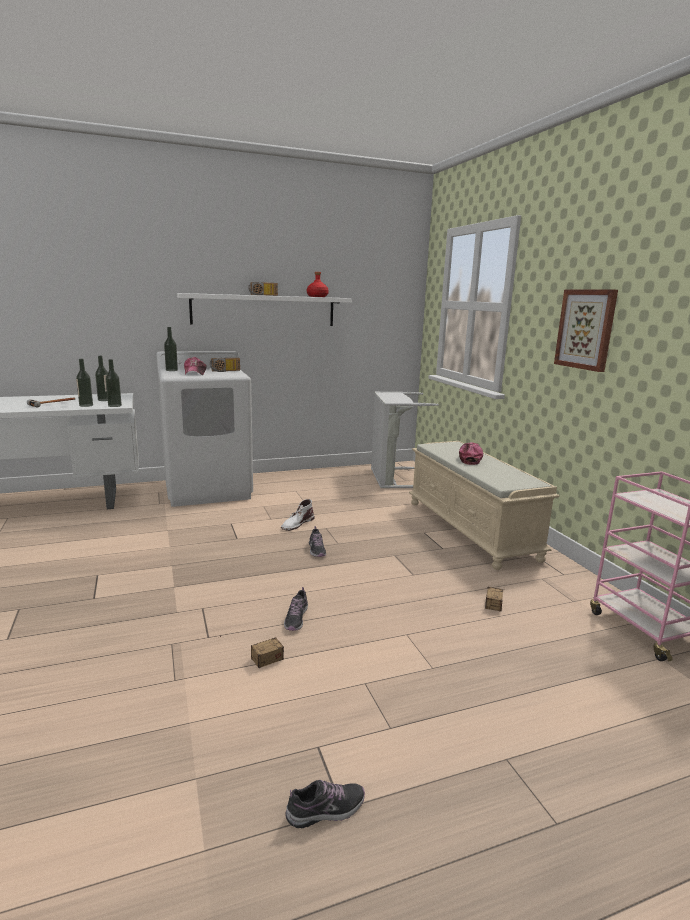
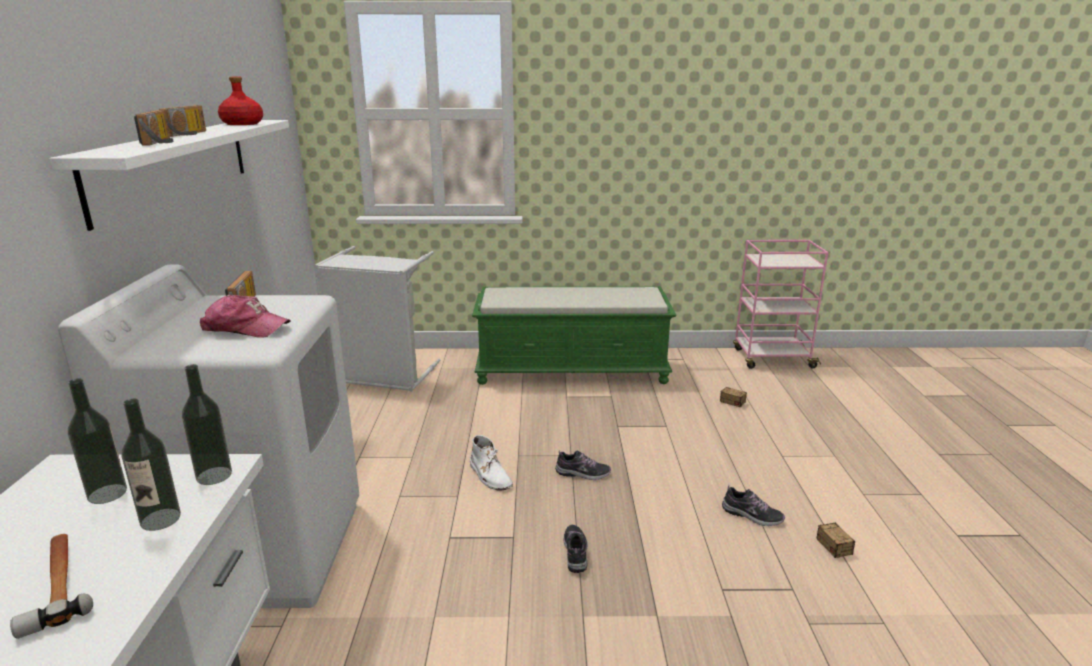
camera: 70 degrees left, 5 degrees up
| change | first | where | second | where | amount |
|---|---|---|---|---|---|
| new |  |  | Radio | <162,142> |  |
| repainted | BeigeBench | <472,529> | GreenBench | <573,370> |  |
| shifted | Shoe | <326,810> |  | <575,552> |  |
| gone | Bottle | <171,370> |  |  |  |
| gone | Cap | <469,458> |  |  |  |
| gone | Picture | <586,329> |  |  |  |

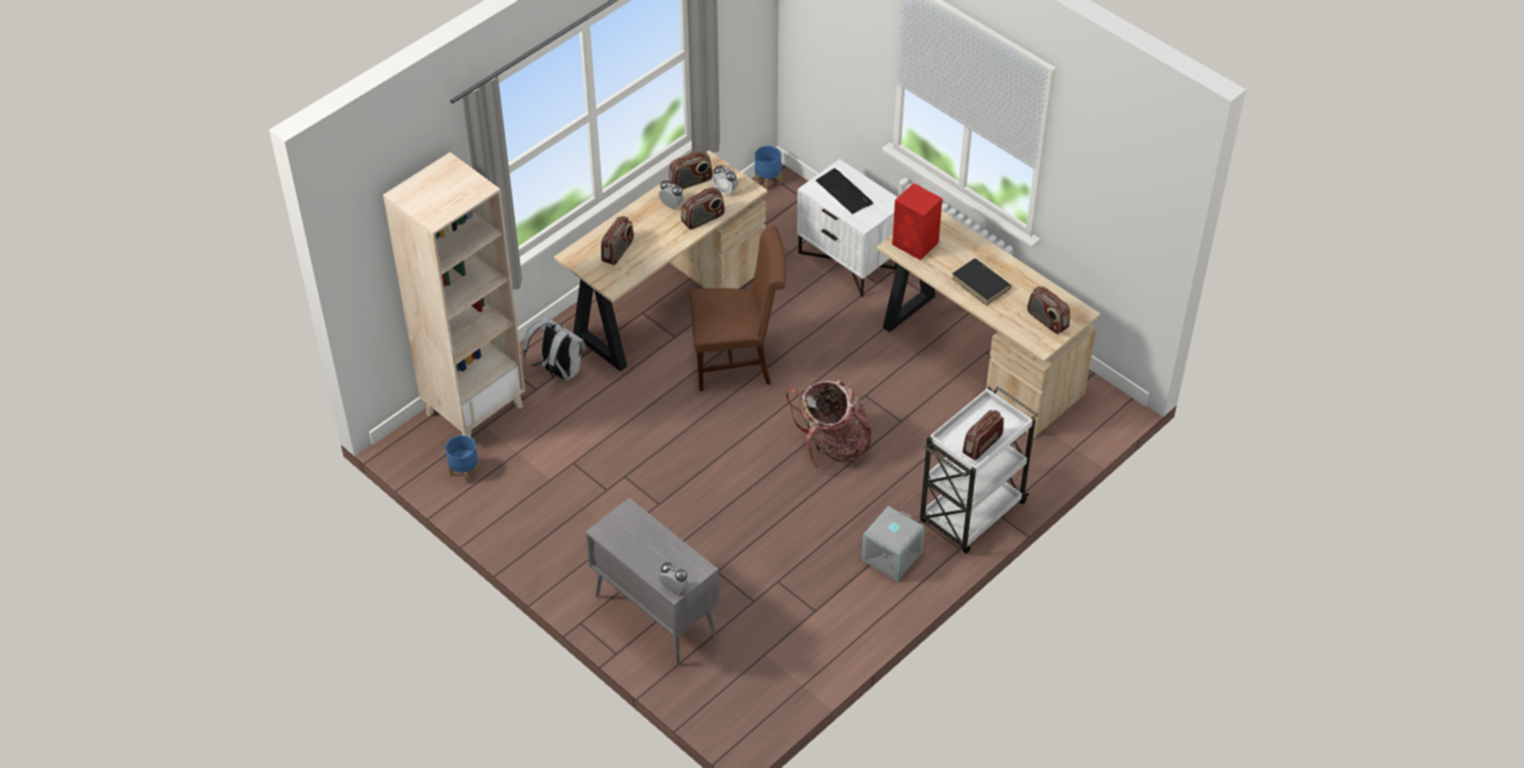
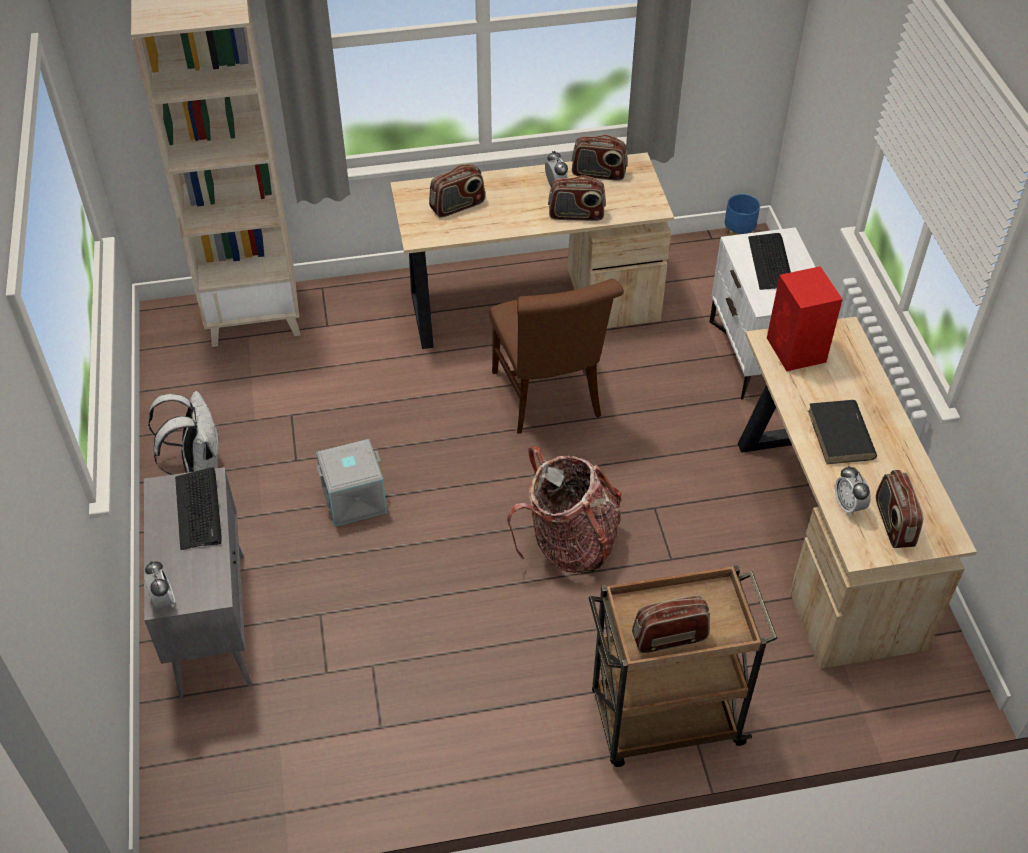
camera: 35 degrees right, 0 degrees up
| change | first | where | second | where | amount |
|---|---|---|---|---|---|
| shifted | WhiteBackpack | <558,371> |  | <198,466> |  |
| new |  |  | Keyboard | <199,509> |  |
| shifted | GreyStorageBox | <892,557> |  | <354,500> |  |
| rotated | BrownChair | <738,360> |  | <549,398> | 45 degrees clockwise |
| repainted | WhiteCart | <971,514> | BrownCart | <663,719> |  |
| shifted | AlarmClock | <725,190> |  | <848,505> |  |
| gone | BluePlanter | <464,472> |  |  |  |

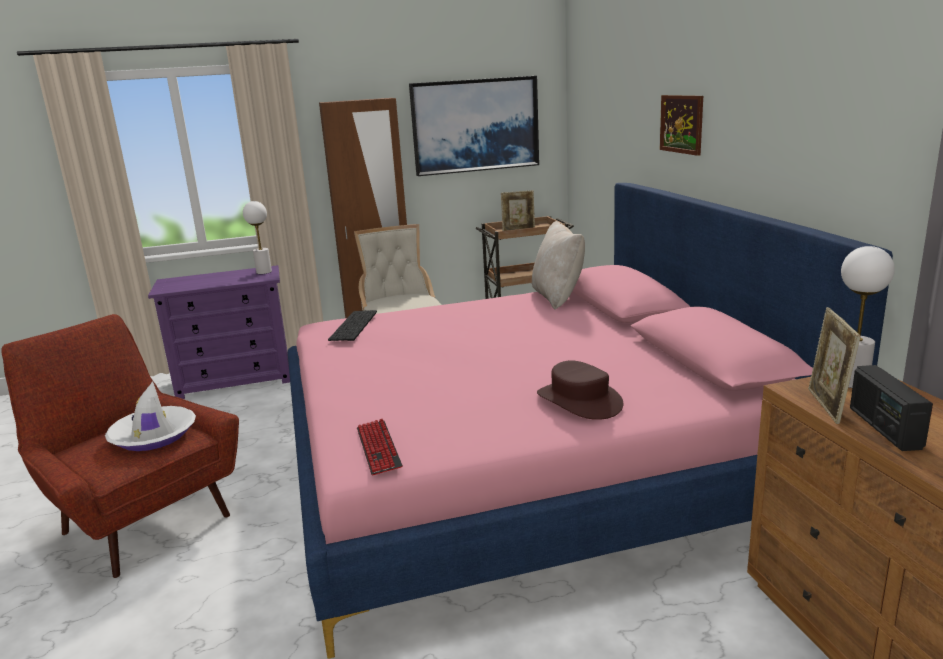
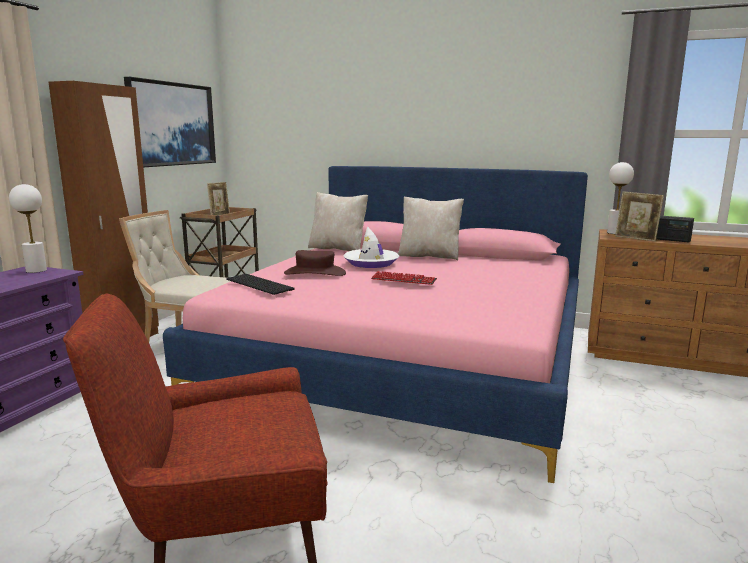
camera: 55 degrees left, 5 degrees down
| change | first | where | second | where | amount |
|---|---|---|---|---|---|
| shifted | BrownHat | <579,400> |  | <315,273> |  |
| shifted | WhiteHat | <153,436> |  | <371,263> |  |
| shifted | Keyboard | <378,448> |  | <403,280> |  |
| new |  |  | BeigePillow | <429,256> |  |
| gone | Picture | <681,124> |  |  |  |

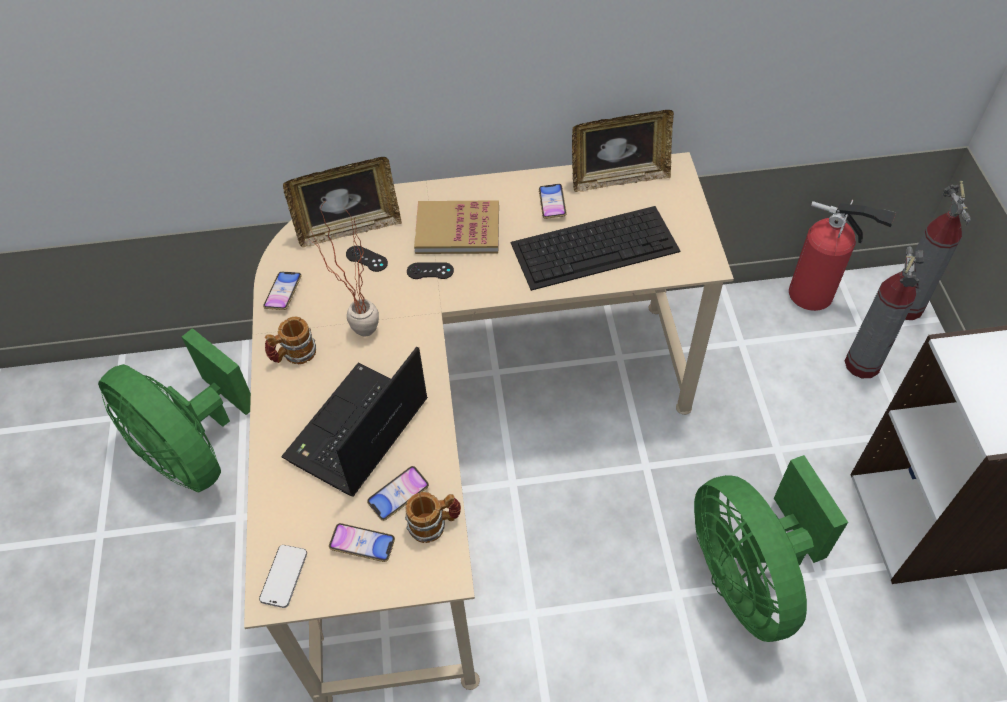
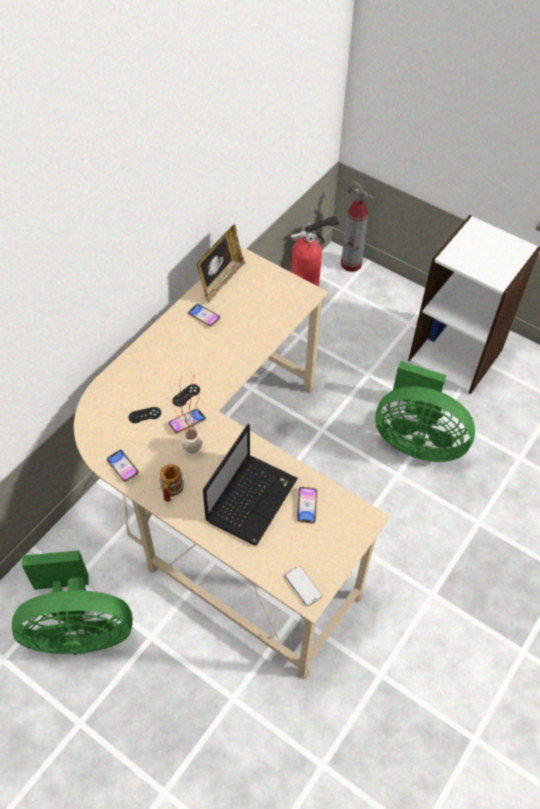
camera: 50 degrees left, 0 degrees up
| change | first | where | second | where | amount |
|---|---|---|---|---|---|
| shifted | Phone | <362,544> |  | <187,422> |  |
| rotated | Laptop | <356,433> |  | <252,498> | 135 degrees counterclockwise |
| gone | PictureFrame | <349,228> |  |  |  |
| gone | Mug | <434,524> |  |  |  |
| gone | Book | <457,230> |  |  |  |
| gone | Keyboard | <596,246> |  |  |  |
| gone | FireExtinguisher | <862,364> |  |  |  |

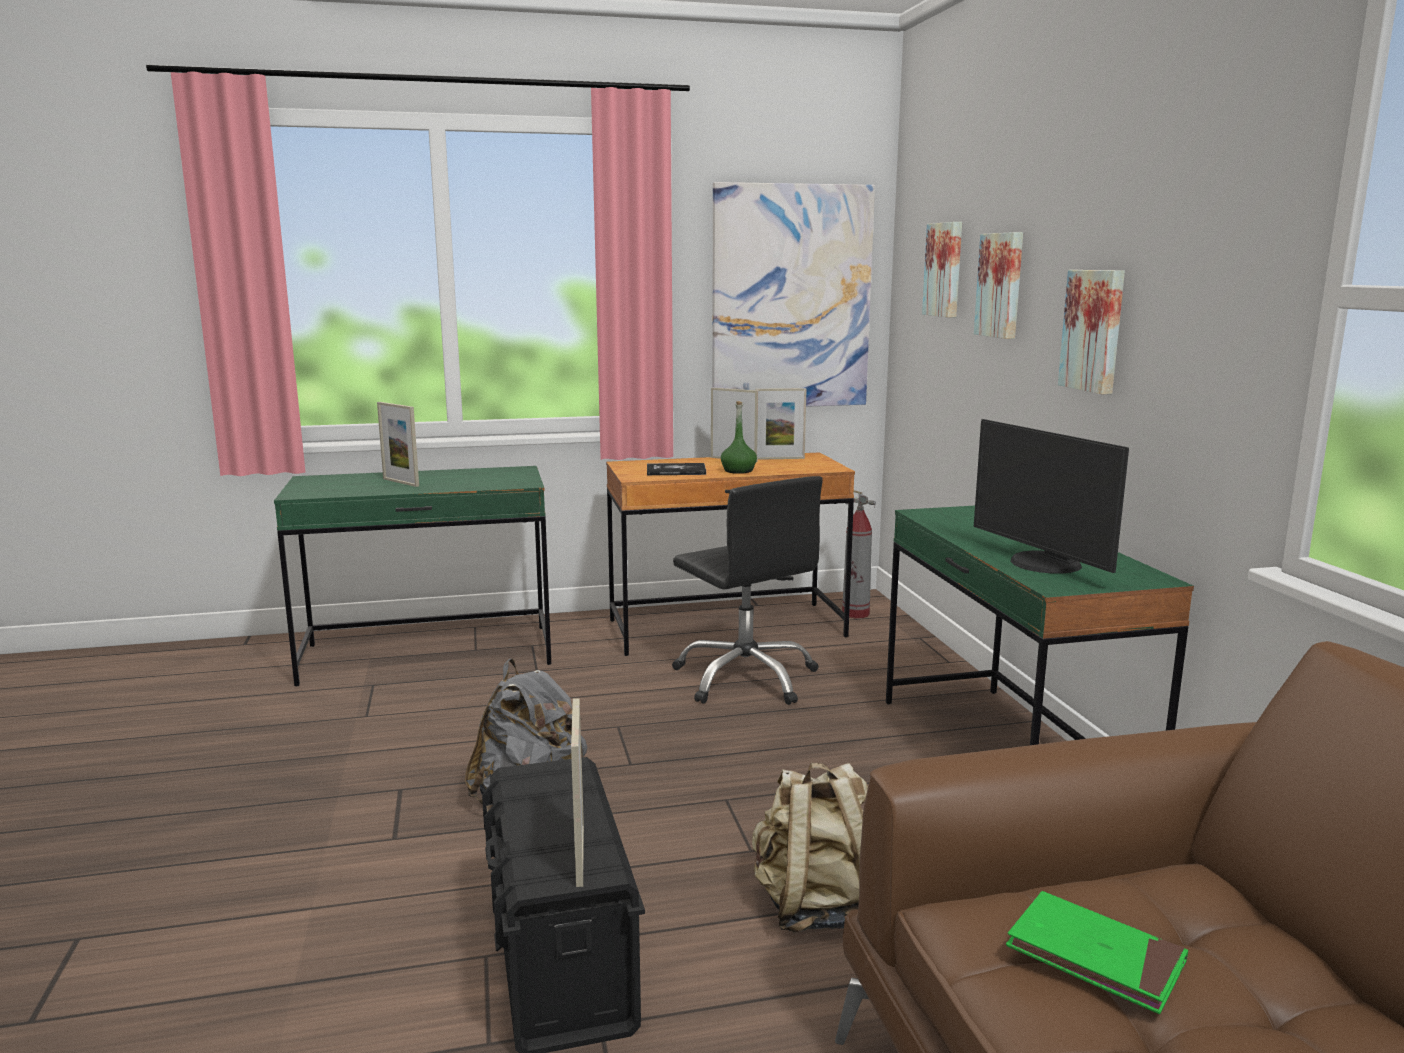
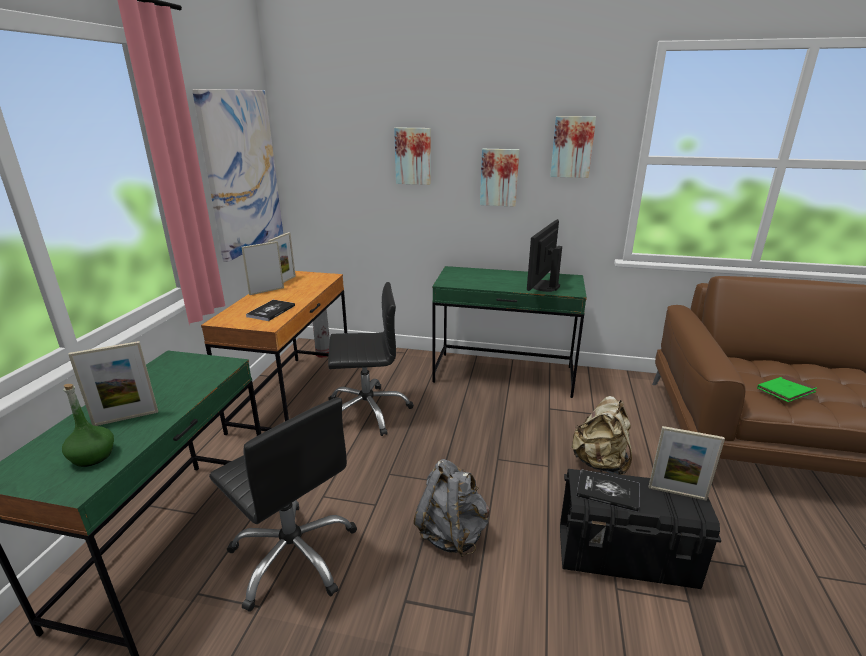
camera: 65 degrees left, 10 degrees up
| change | first | where | second | where | amount |
|---|---|---|---|---|---|
| shifted | GreenBottle | <738,471> |  | <93,456> |  |
| new |  |  | BlackOfficeChair | <294,555> |  |
| rotated | Monitor | <1042,564> |  | <543,286> | 120 degrees clockwise |
| shifted | Picture | <945,269> |  | <572,147> |  |
| new |  |  | Book | <607,491> |  |

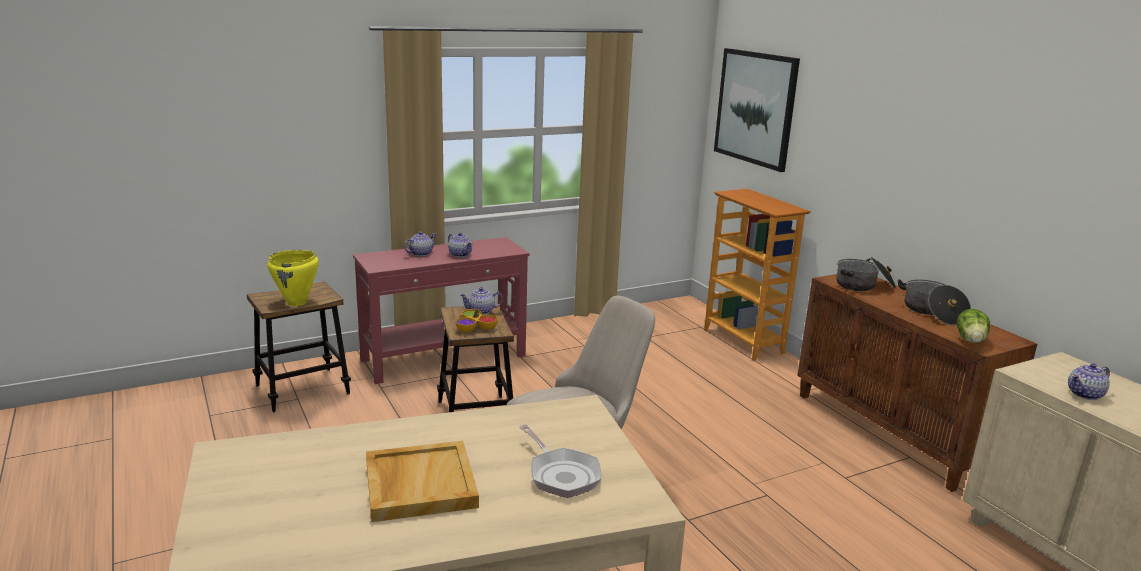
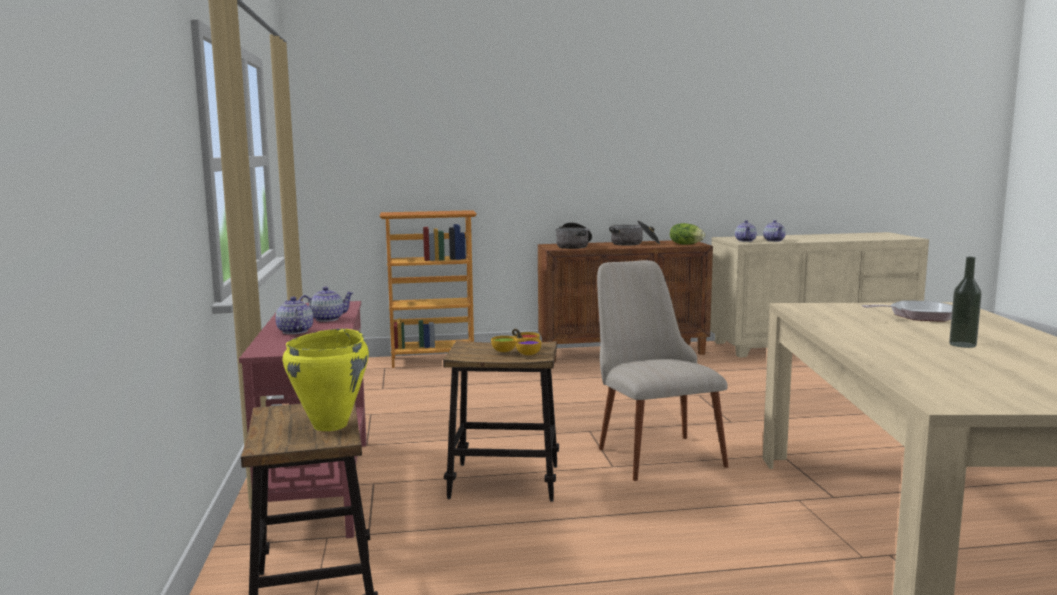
camera: 70 degrees left, 10 degrees down
| change | first | where | second | where | amount |
|---|---|---|---|---|---|
| shifted | Teapot | <481,311> |  | <745,240> |  |
| swapped | BeigeTray | <419,484> | Bottle | <962,344> |  |
| gone | Picture | <755,108> |  |  |  |

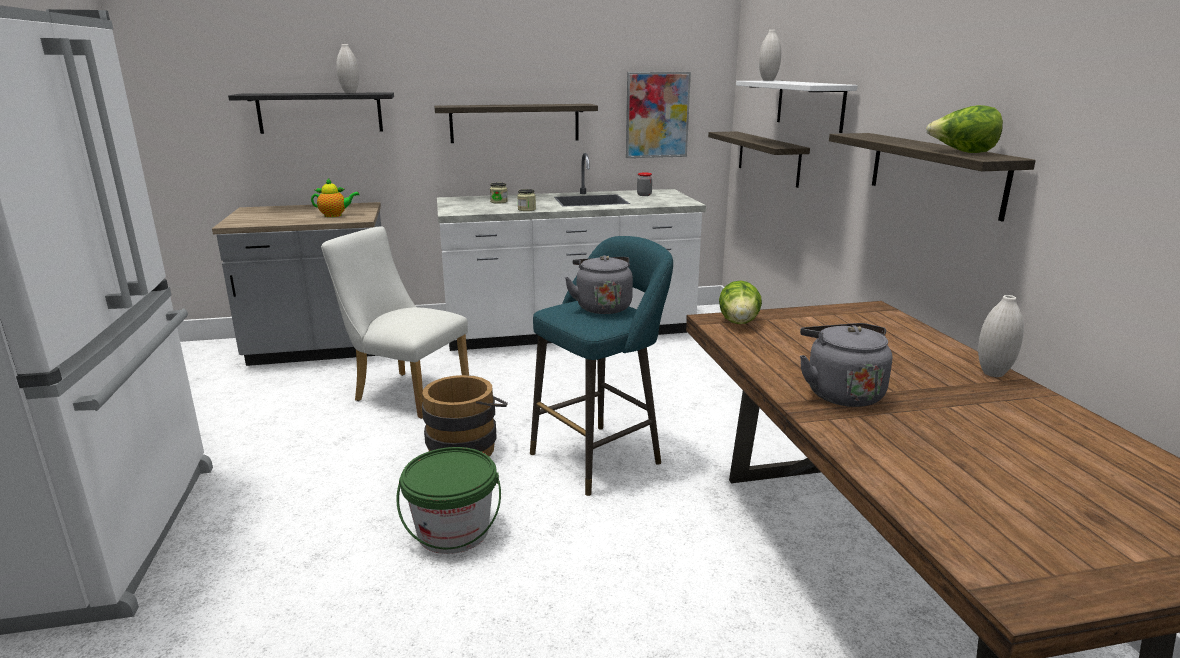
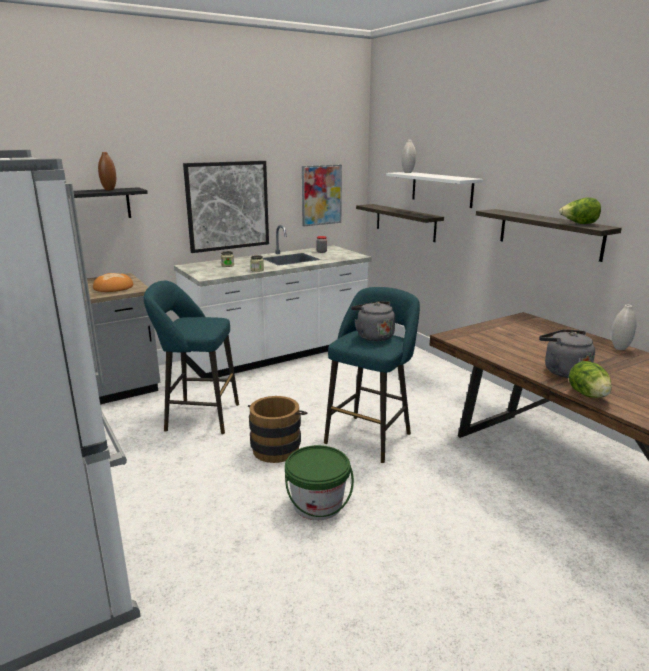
camera: 20 degrees left, 0 degrees up
| change | first | where | second | where | amount |
|---|---|---|---|---|---|
| swapped | Teapot | <335,215> | Bread | <113,287> |  |
| repainted | WhiteVase | <350,93> | BrownVase | <109,190> |  |
| swapped | WhiteChair | <405,392> | TurquoiseStool | <198,417> |  |
| swapped | Shelf | <515,123> | Picture | <227,206> |  |
| shifted | Lettuce | <739,322> |  | <587,395> |  |

